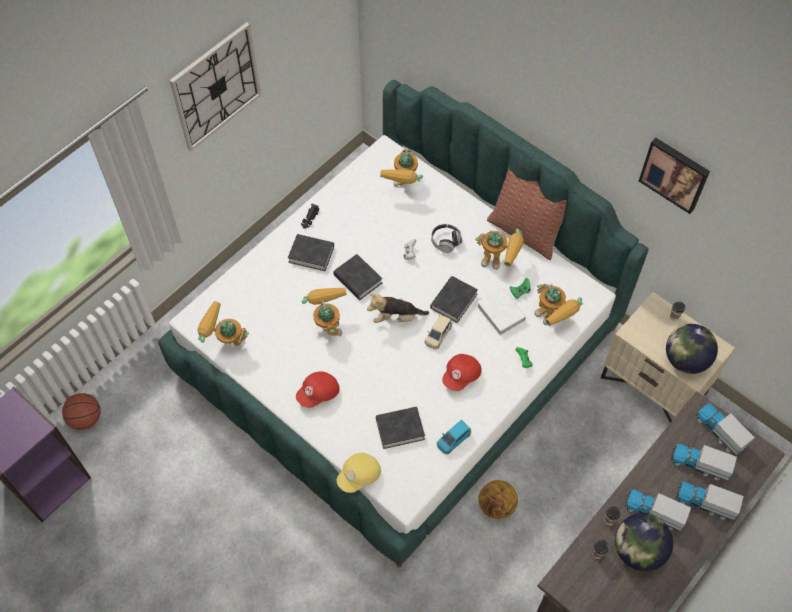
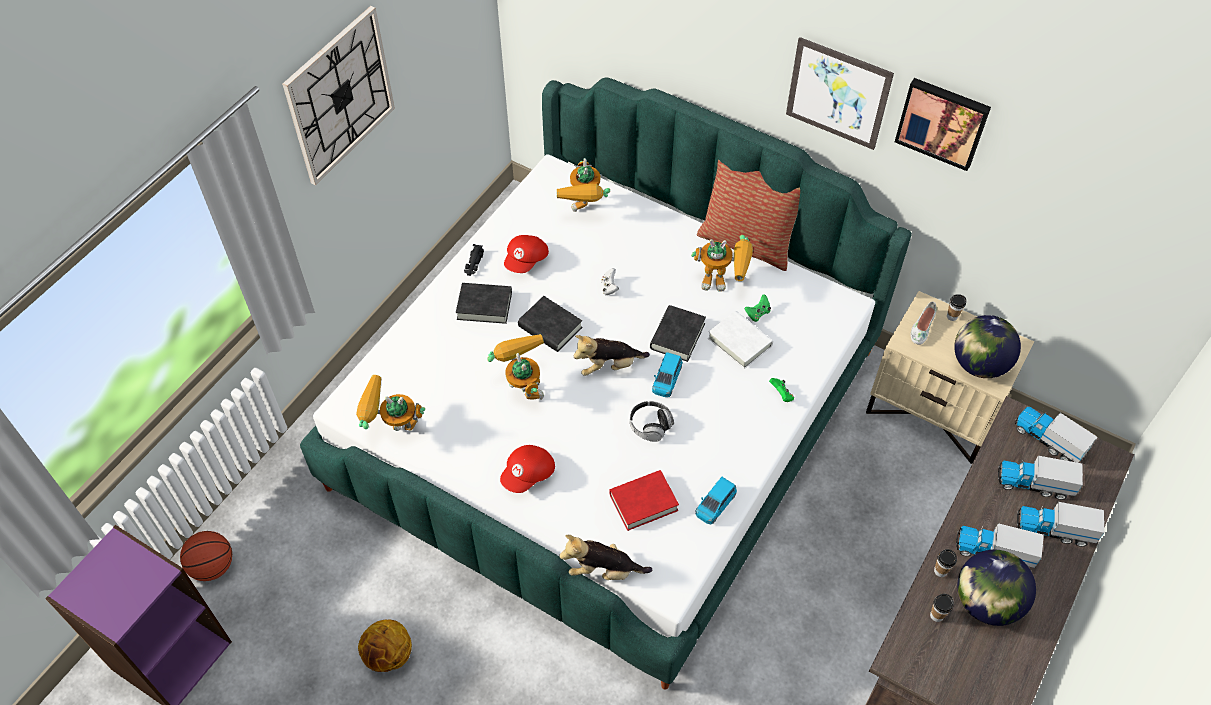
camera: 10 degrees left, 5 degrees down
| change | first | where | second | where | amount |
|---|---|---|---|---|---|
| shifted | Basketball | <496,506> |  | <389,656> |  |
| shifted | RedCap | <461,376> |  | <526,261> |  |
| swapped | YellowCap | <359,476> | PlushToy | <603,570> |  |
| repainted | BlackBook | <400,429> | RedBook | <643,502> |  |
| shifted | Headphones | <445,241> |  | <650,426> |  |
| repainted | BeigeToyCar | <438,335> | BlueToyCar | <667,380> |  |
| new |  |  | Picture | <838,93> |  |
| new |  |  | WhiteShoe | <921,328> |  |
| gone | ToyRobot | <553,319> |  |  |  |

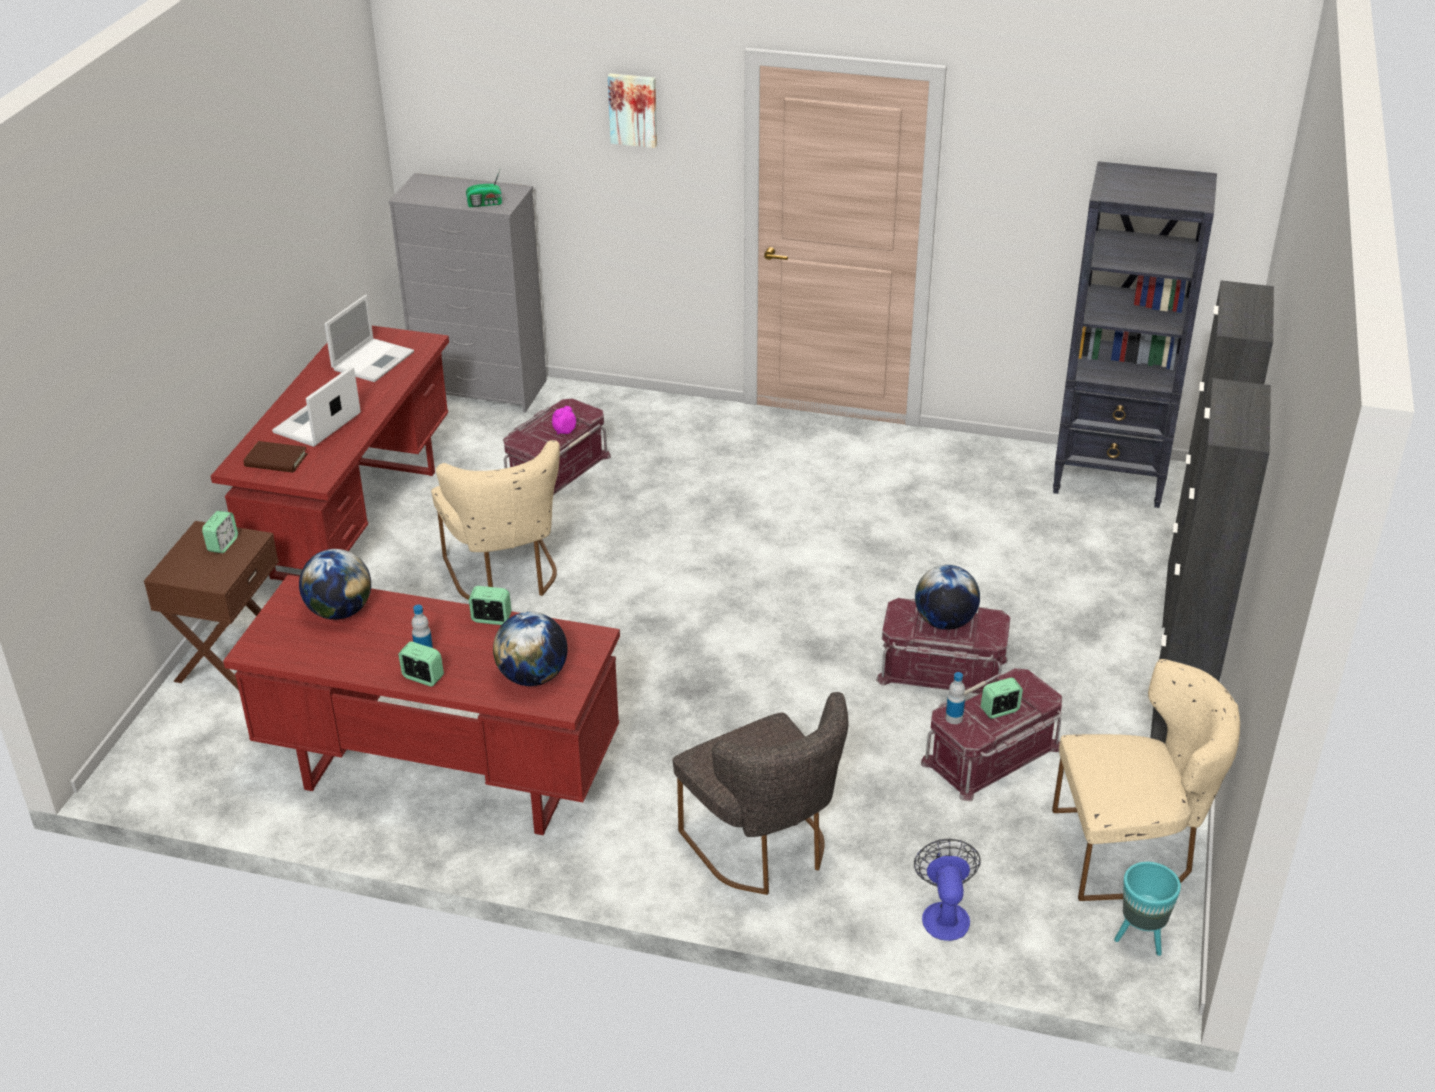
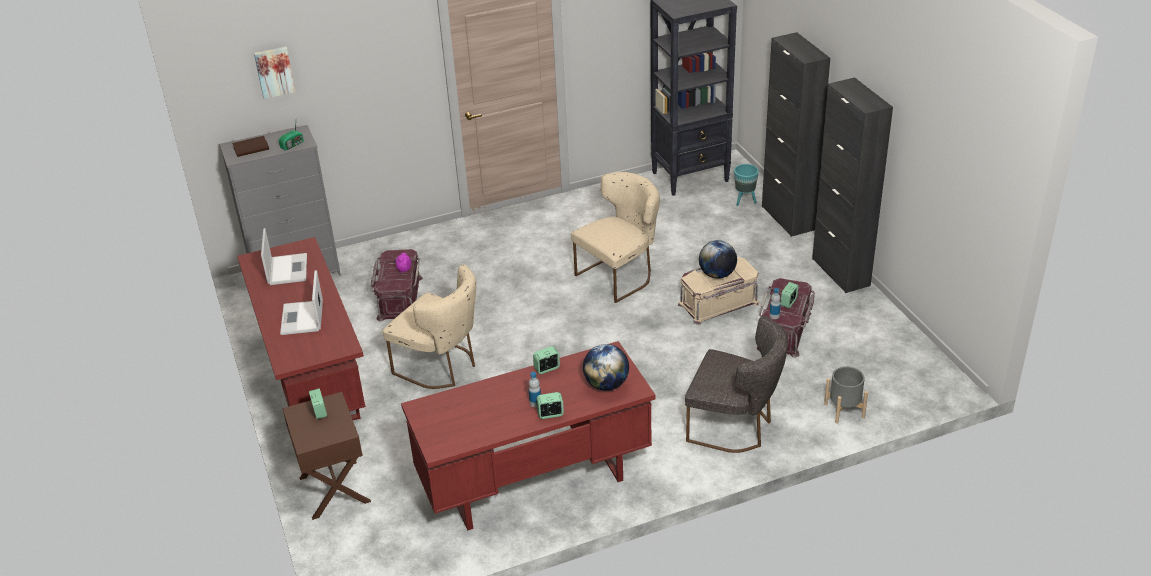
camera: 35 degrees left, 0 degrees up
| change | first | where | second | where | amount |
|---|---|---|---|---|---|
| shifted | BrownBook | <276,460> |  | <251,148> |  |
| shifted | Picture | <633,109> |  | <274,71> |  |
| shifted | BeigeChair | <1130,851> |  | <620,275> |  |
| repainted | RedStorageBox | <941,671> | BeigeStorageBox | <719,304> |  |
| shifted | TurquoisePlanter | <1140,939> |  | <744,202> |  |
| swapped | Fan | <944,913> | GreyPlanter | <844,410> |  |
| gone | Globe | <339,611> |  |  |  |

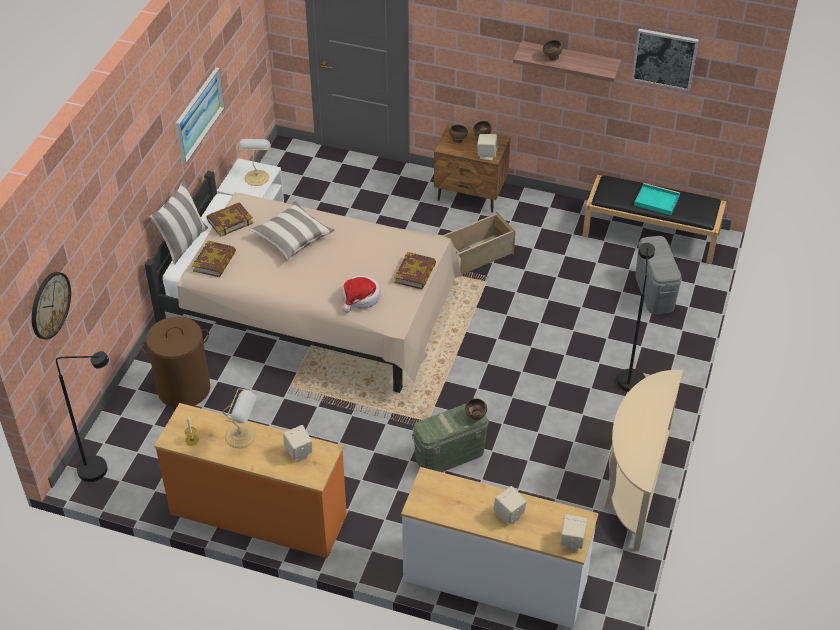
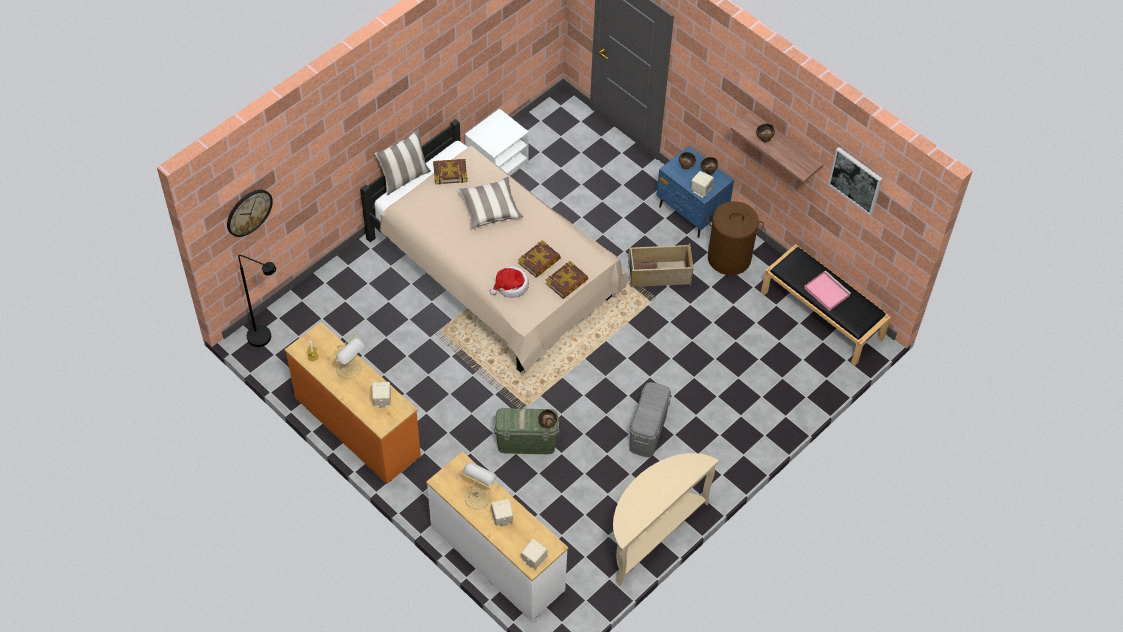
camera: 25 degrees right, 10 degrees up
| change | first | where | second | where | amount |
|---|---|---|---|---|---|
| shifted | TableLamp | <256,177> |  | <478,496> |  |
| shifted | Book | <215,262> |  | <539,261> |  |
| shifted | GreyStorageBox | <654,292> |  | <648,432> |  |
| repainted | BrownNightstand | <471,194> | BlueNightstand | <691,212> |  |
| shifted | BrownLaundryBasket | <183,389> |  | <729,258> |  |
| repainted | TurquoiseTray | <655,201> | PinkTray | <826,291> |  |
| gone | Picture | <199,114> |  |  |  |
| gone | BlackFloorLamp | <630,375> |  |  |  |

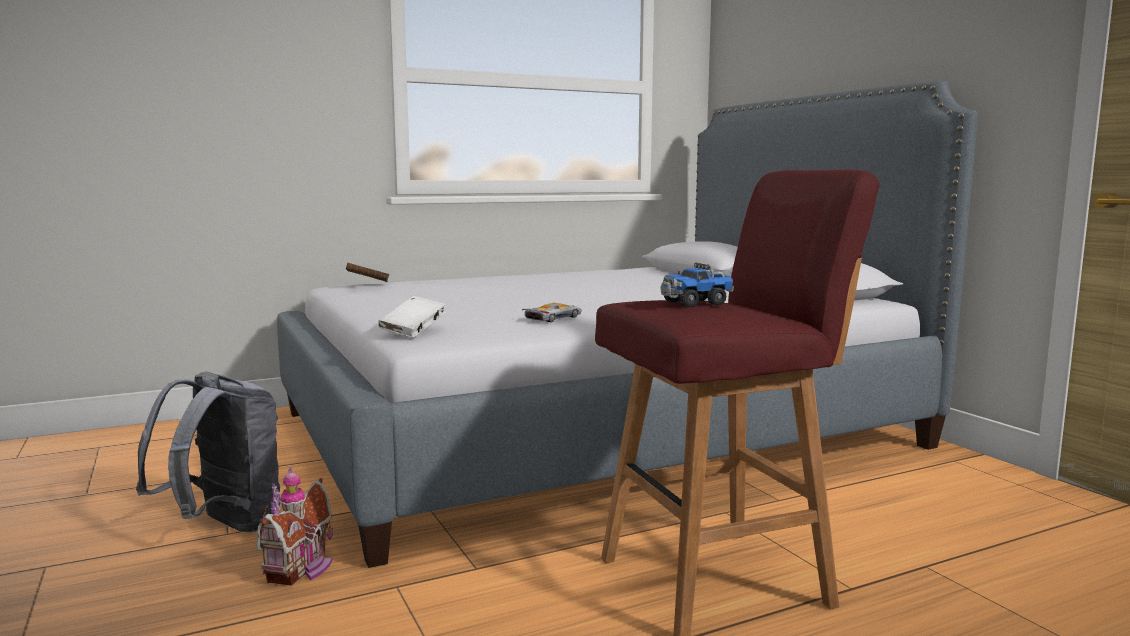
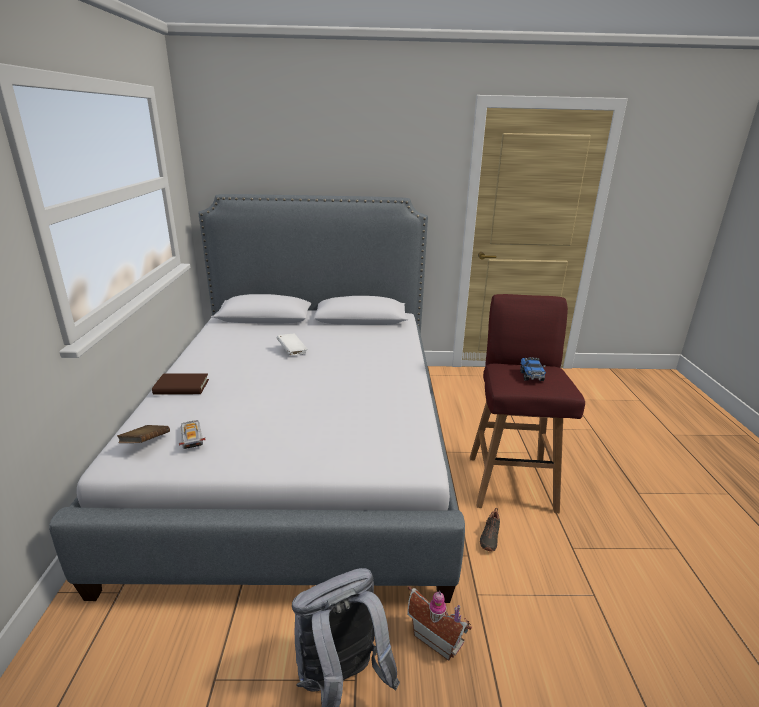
camera: 65 degrees left, 15 degrees up
| change | first | where | second | where | amount |
|---|---|---|---|---|---|
| new |  |  | BrownBook | <181,387> |  |
| shifted | ToyCar | <554,318> |  | <191,437> |  |
| shifted | WhiteBook | <413,332> |  | <292,351> |  |
| new |  |  | BlackShoe | <489,537> |  |

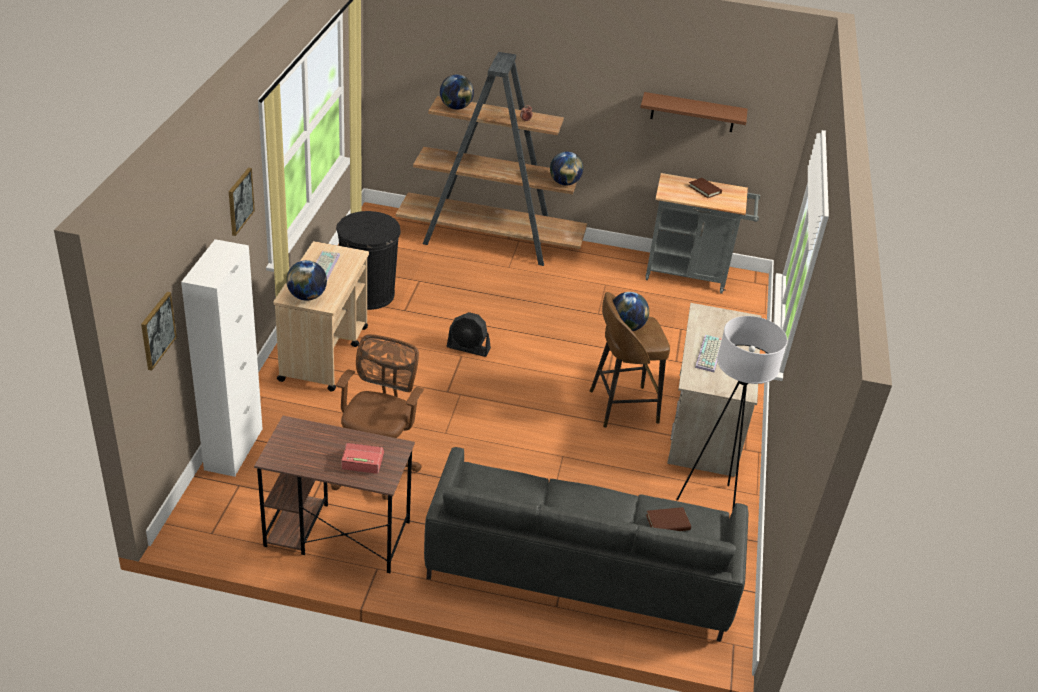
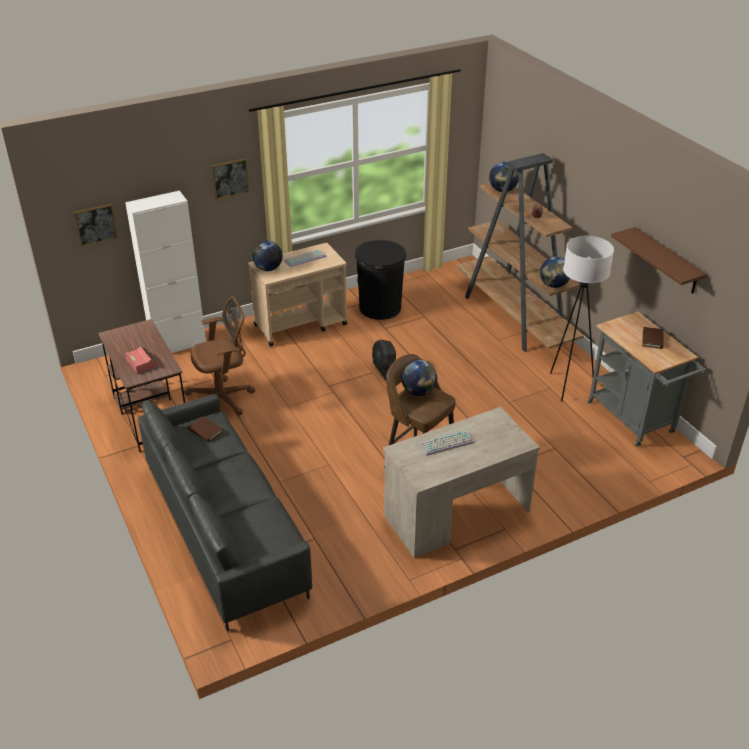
camera: 55 degrees right, 0 degrees up
| change | first | where | second | where | amount |
|---|---|---|---|---|---|
| shifted | BrownBook | <668,523> |  | <205,431> |  |
| shifted | WhiteFloorLamp | <711,503> |  | <568,386> |  |

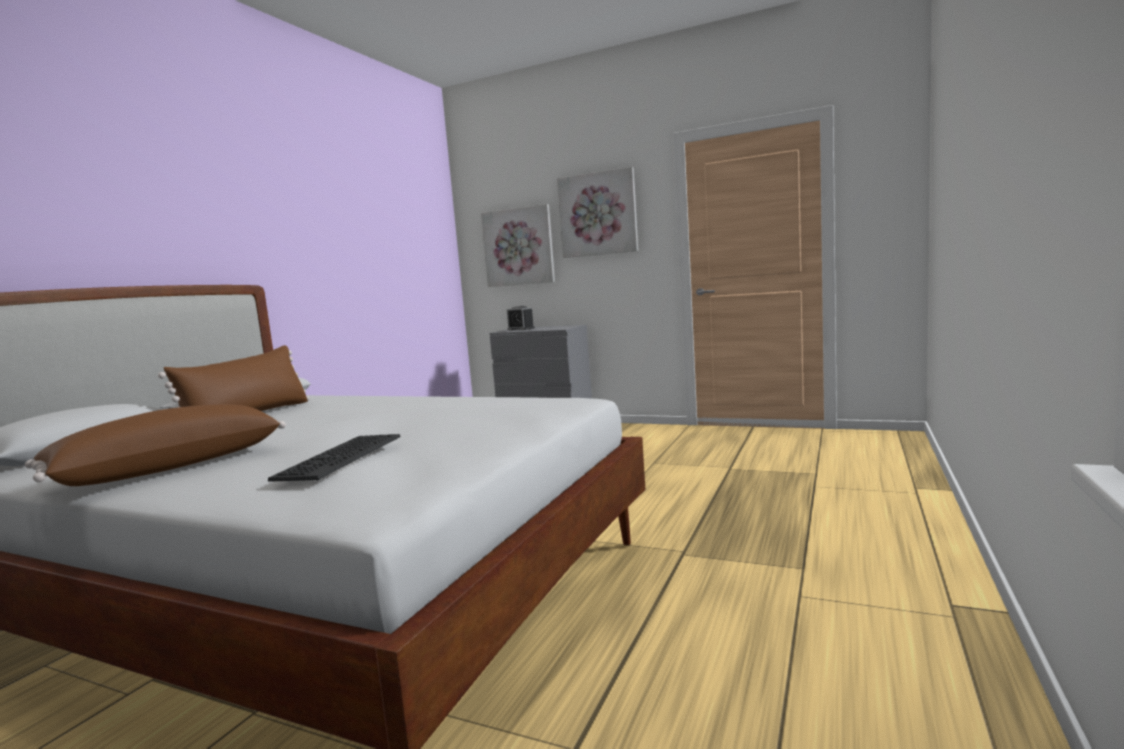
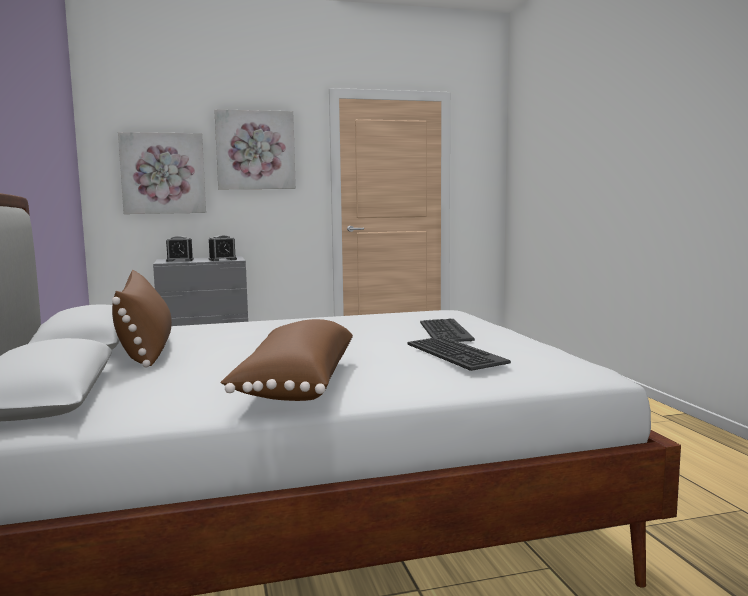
camera: 40 degrees left, 0 degrees up
| change | first | where | second | where | amount |
|---|---|---|---|---|---|
| new |  |  | AlarmClock | <222,259> |  |
| new |  |  | Keyboard | <444,331> |  |

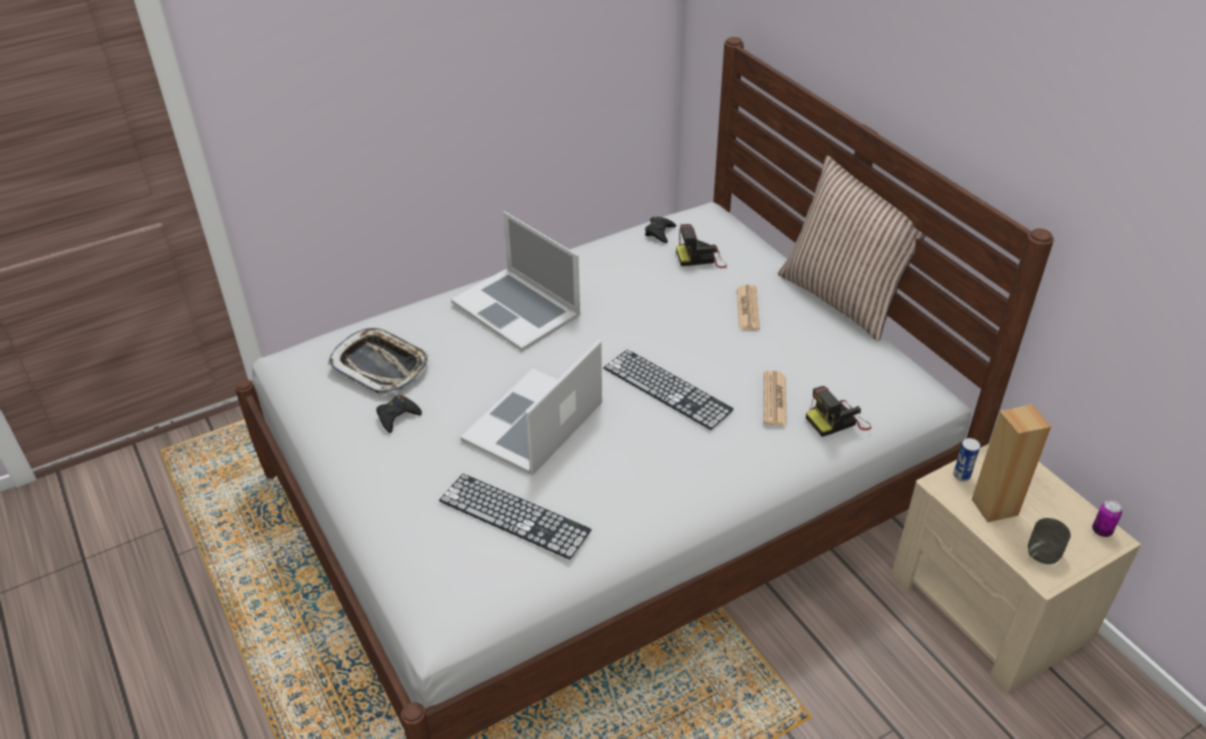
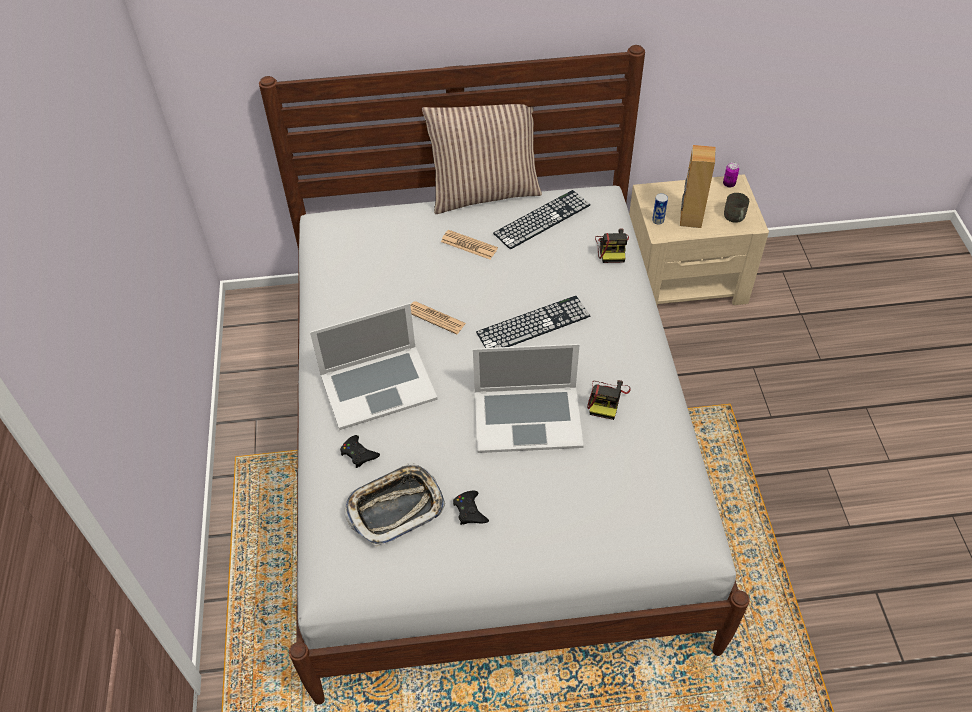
camera: 65 degrees left, 10 degrees up
| change | first | where | second | where | amount |
|---|---|---|---|---|---|
| shifted | BlackGameController | <659,232> |  | <358,454> |  |
| shifted | Newspaper | <774,399> |  | <435,318> |  |
| rotated | Laptop | <534,422> |  | <527,418> | 60 degrees counterclockwise |
| shifted | Keyboard | <514,515> |  | <542,219> |  |
| shifted | PhotoCamera | <701,258> |  | <607,399> |  |

